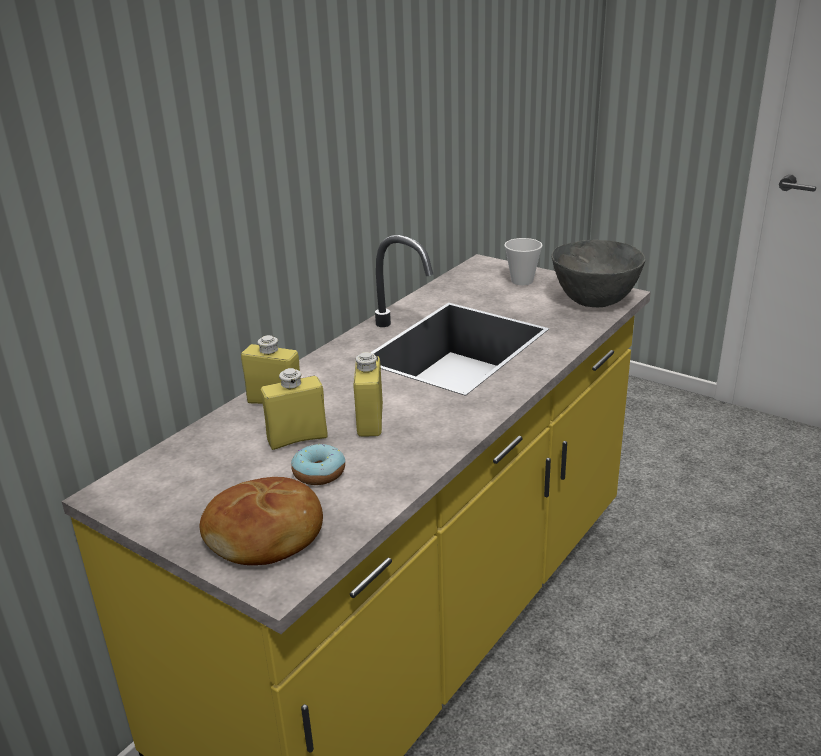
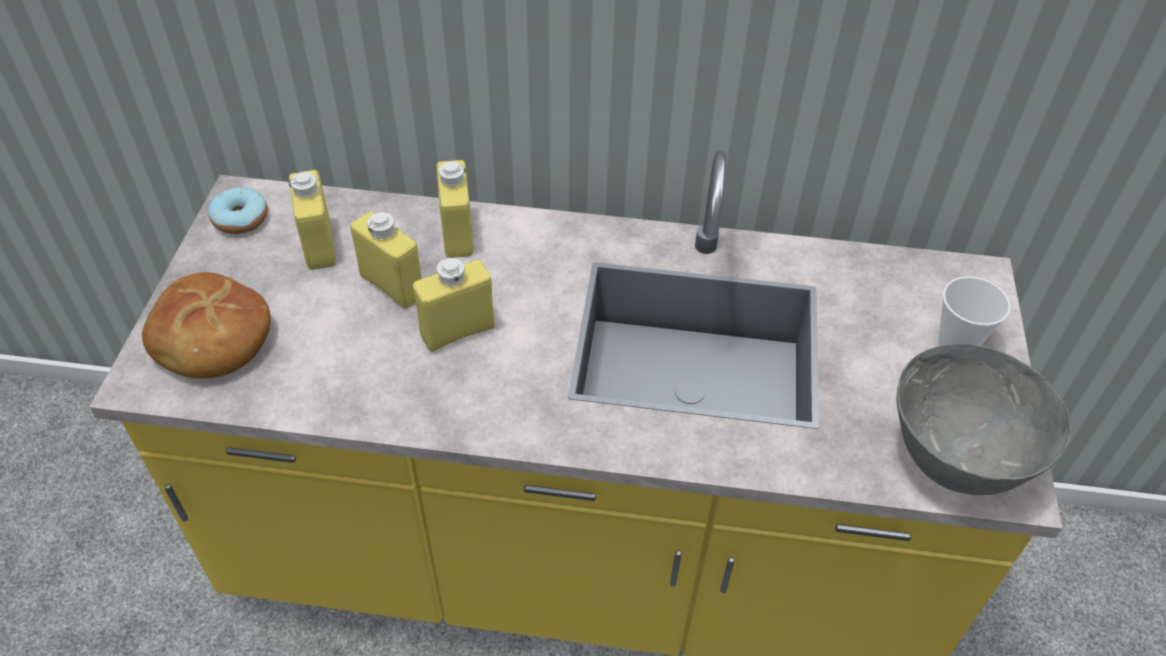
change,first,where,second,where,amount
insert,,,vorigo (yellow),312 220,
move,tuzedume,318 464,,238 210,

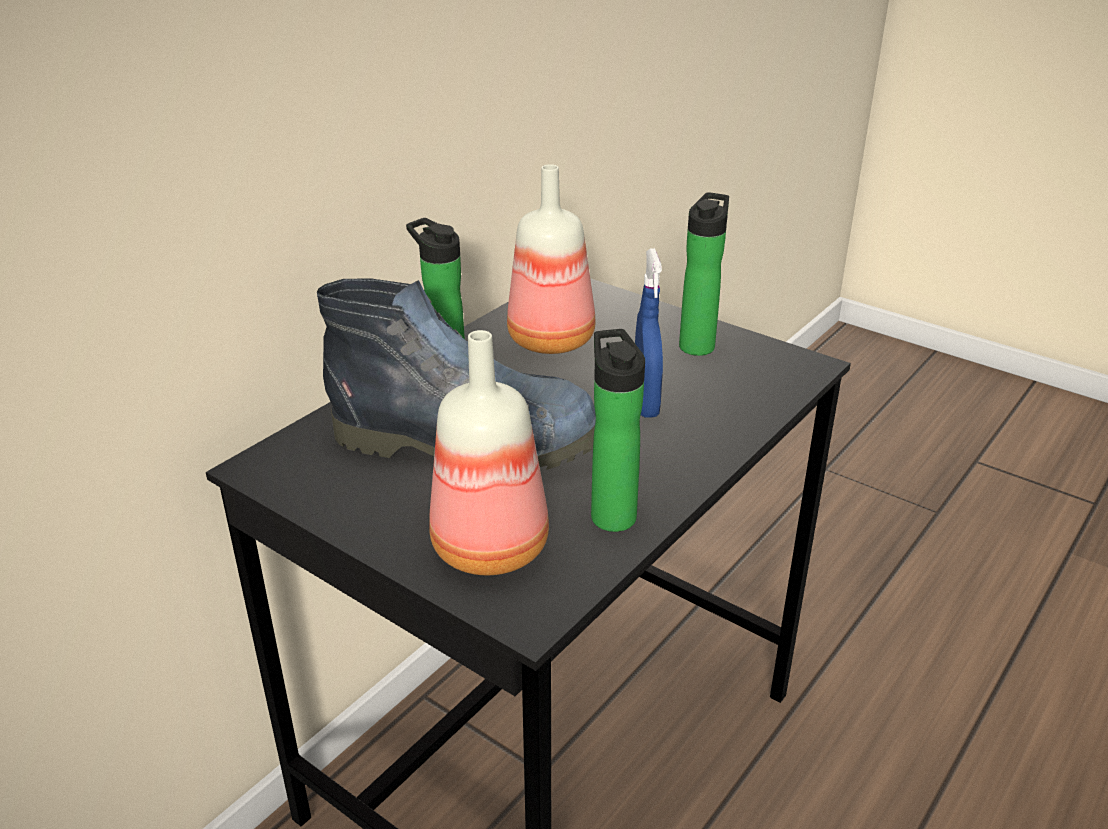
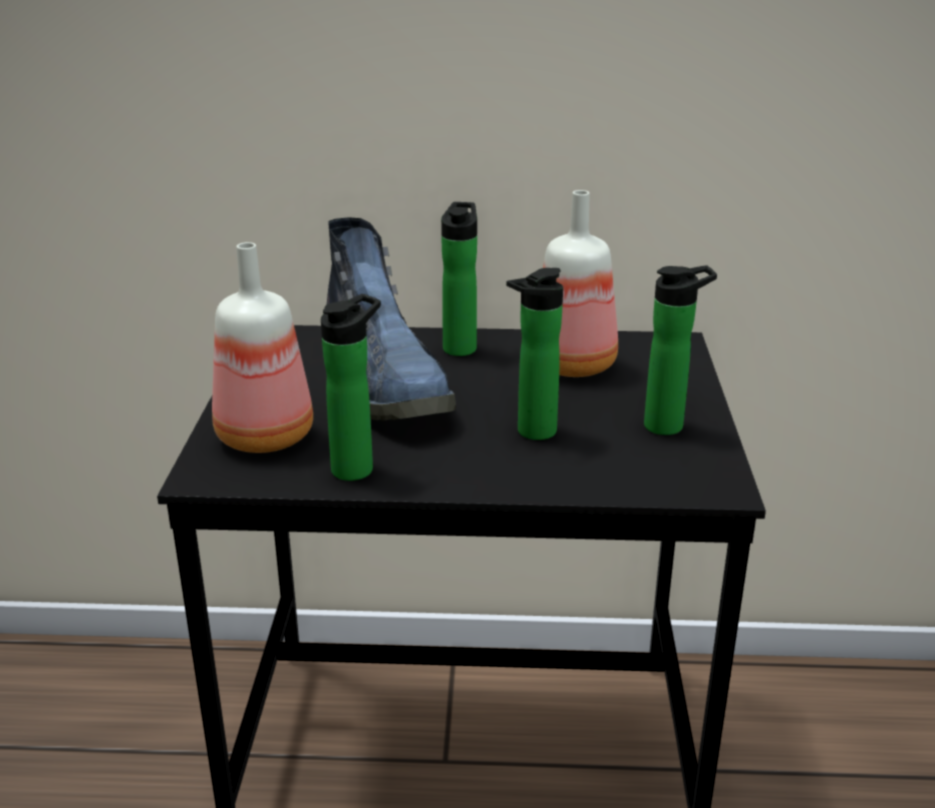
change,first,where,second,where,amount
replace,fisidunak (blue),649 333,vorigo,534 354,

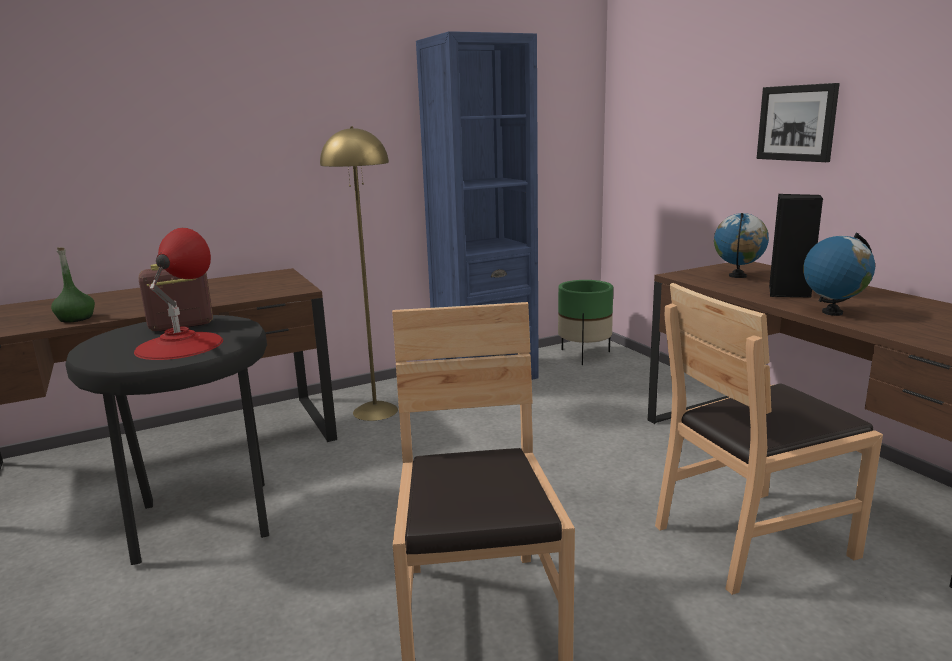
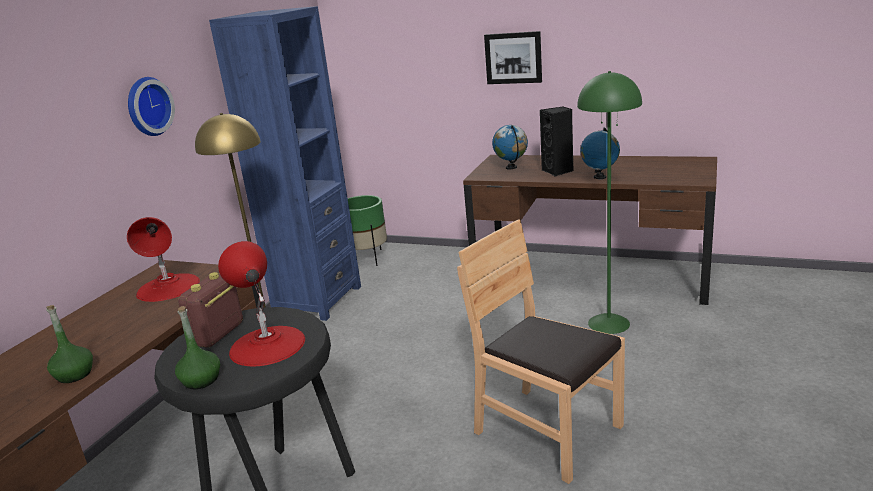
change,first,where,second,where,amount
insert,,,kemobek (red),163 259,
insert,,,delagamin,151 106,
insert,,,vorigo (green),197 347,
replace,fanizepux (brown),769 439,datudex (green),609 202,

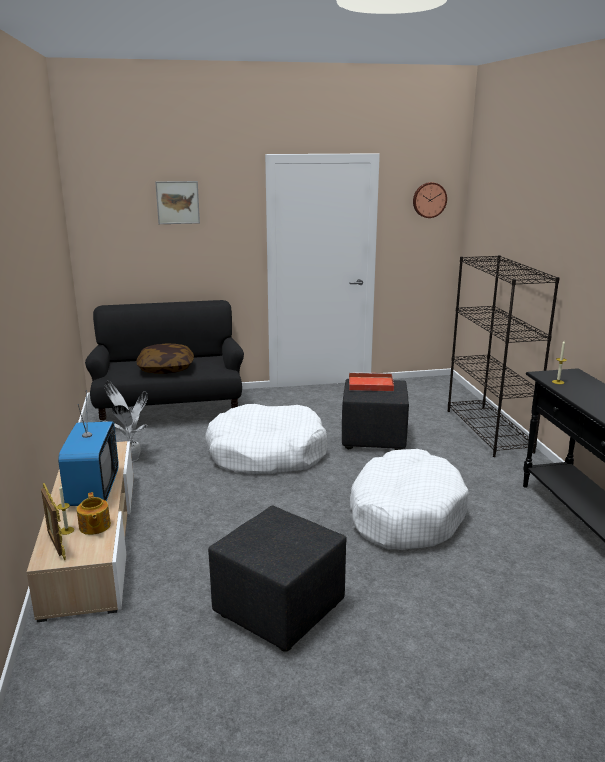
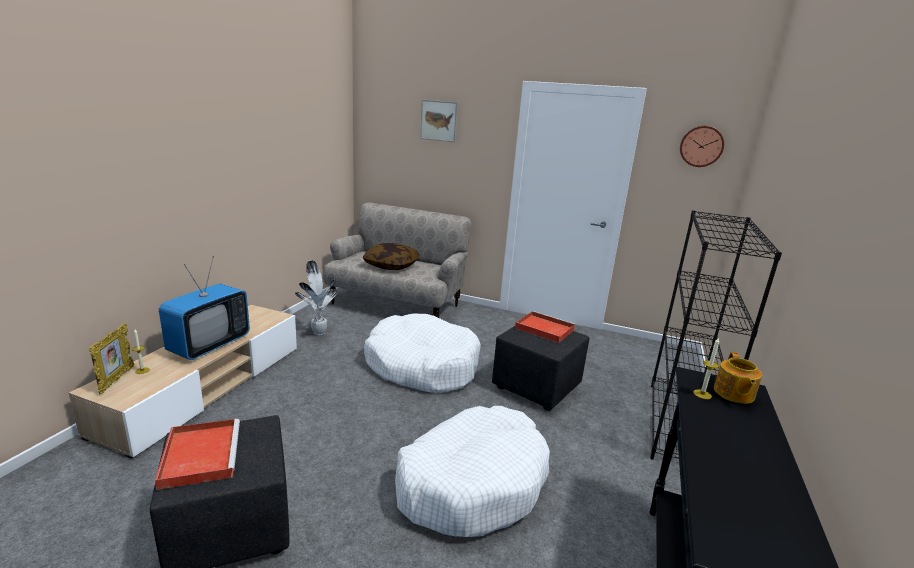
change,first,where,second,where,amount
insert,,,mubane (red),197 454,
move,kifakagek,94 513,,738 378,
recolor,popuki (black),164 360,popuki (beige),397 260,

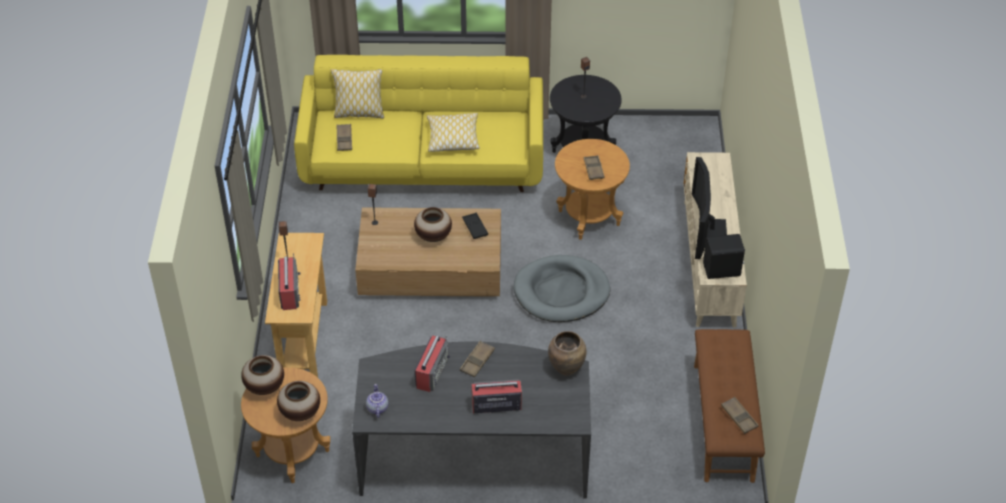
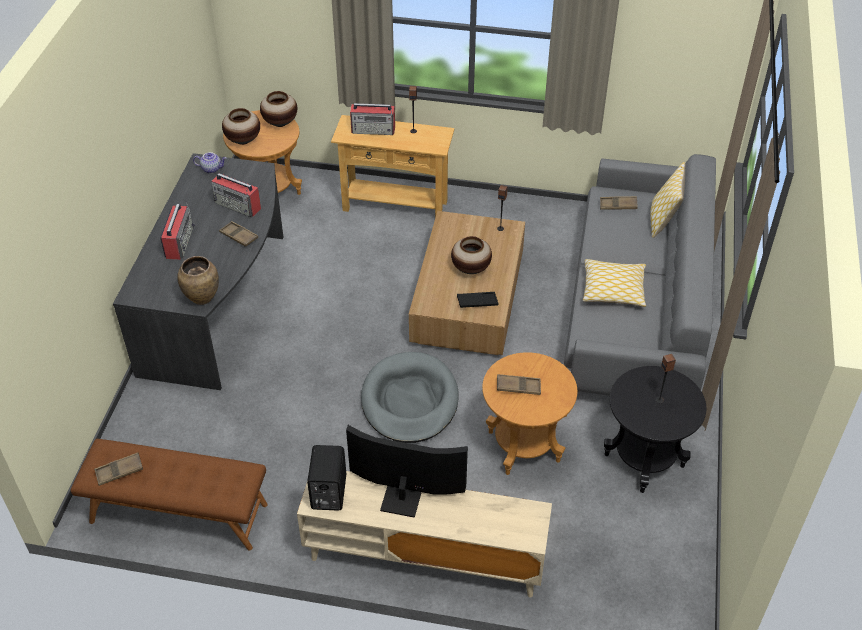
change,first,where,second,where,amount
recolor,popuki (yellow),418 123,popuki (grey),640 275,

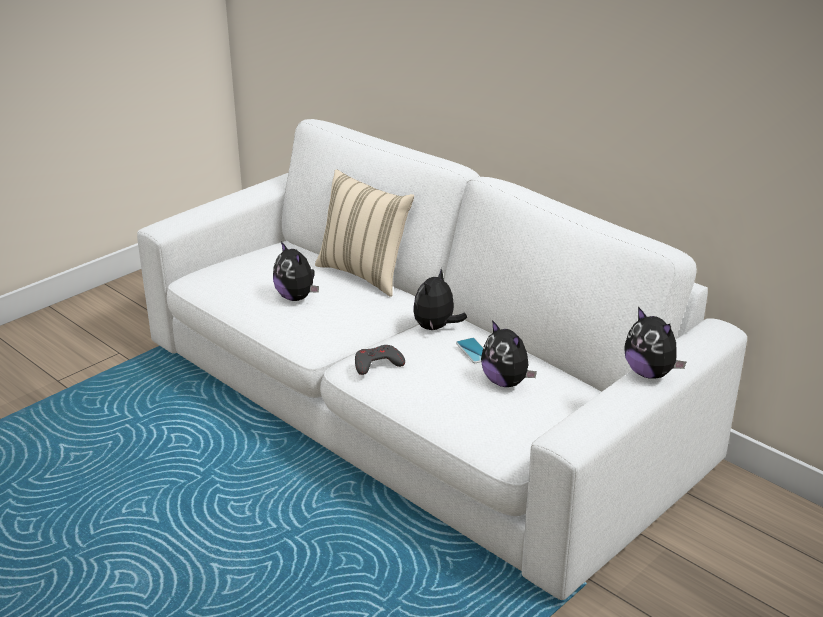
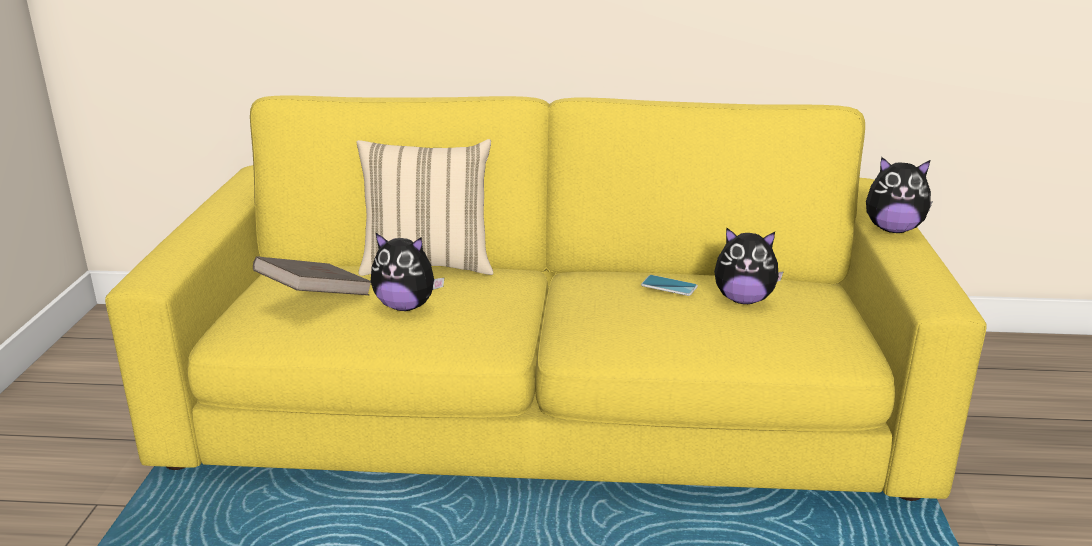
change,first,where,second,where,amount
delete,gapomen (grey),380 360,,,
delete,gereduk,440 300,,,
insert,,,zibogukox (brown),312 275,
recolor,popuki (white),442 359,popuki (yellow),545 298,

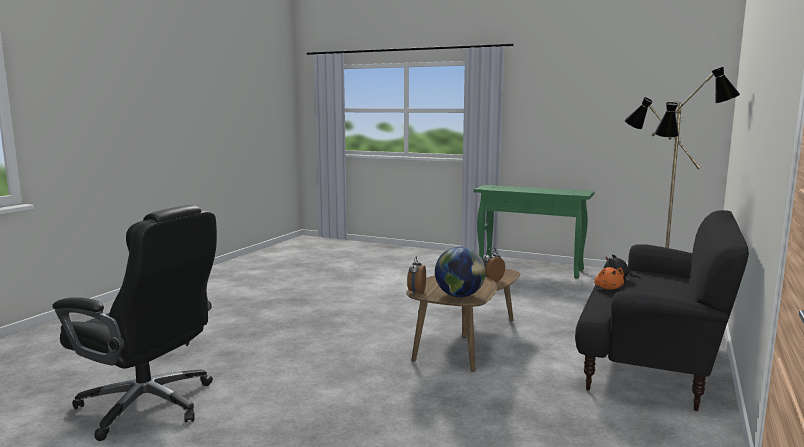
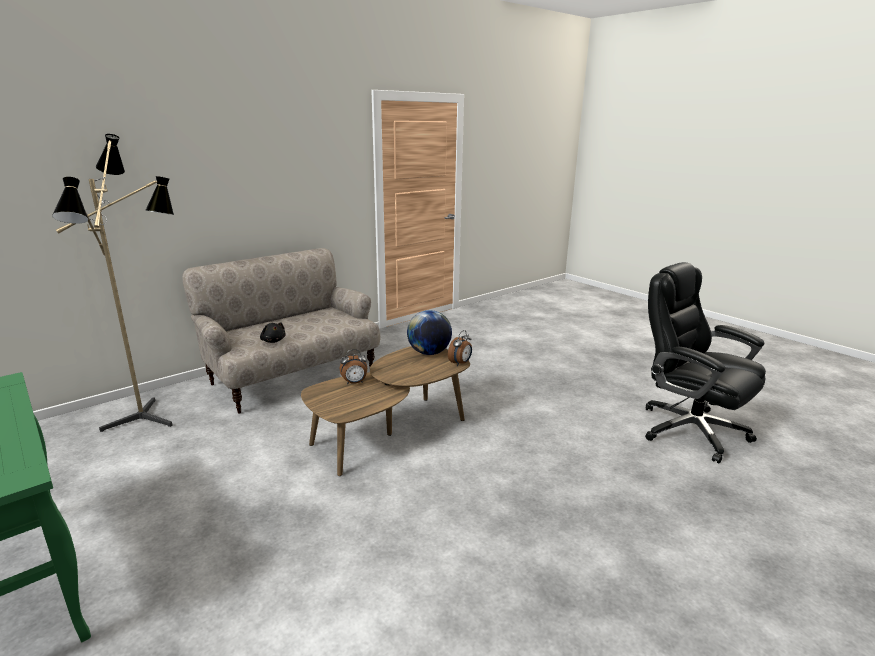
change,first,where,second,where,amount
delete,gereduk (orange),609 278,,,
recolor,popuki (black),662 310,popuki (beige),281 331,

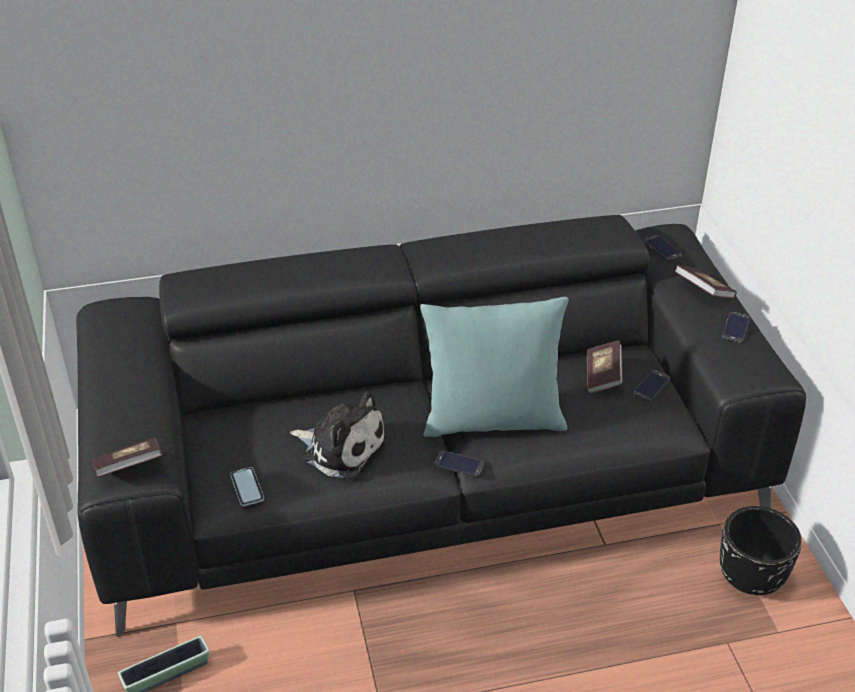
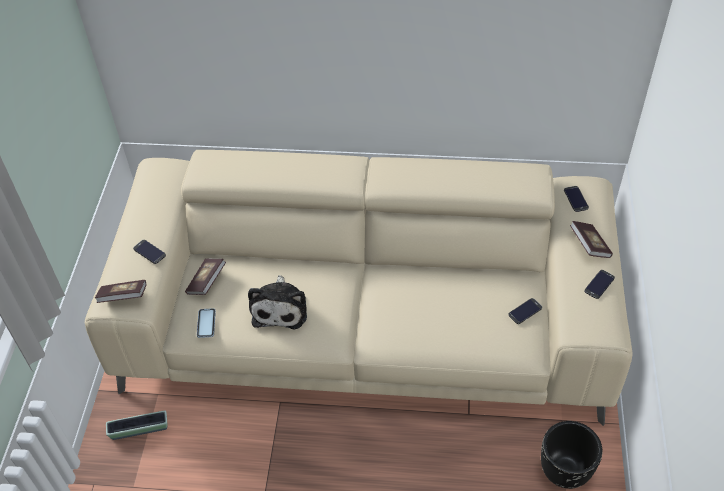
change,first,where,second,where,amount
delete,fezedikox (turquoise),494 367,,,
move,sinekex,459 464,,149 252,
move,zibogukox,605 367,,205 277,
recolor,popuki (black),441 426,popuki (beige),358 288,
rotate,gereduk,339 435,,277 302,45 degrees clockwise

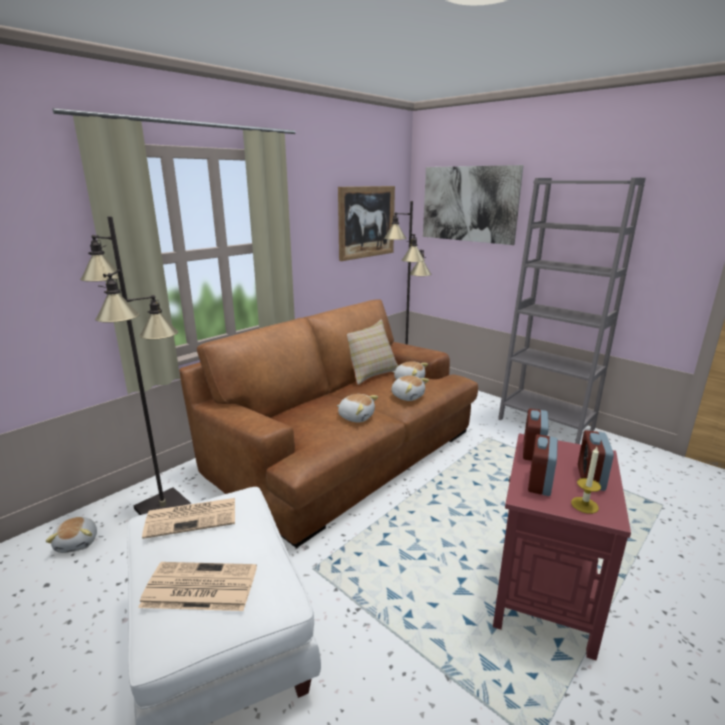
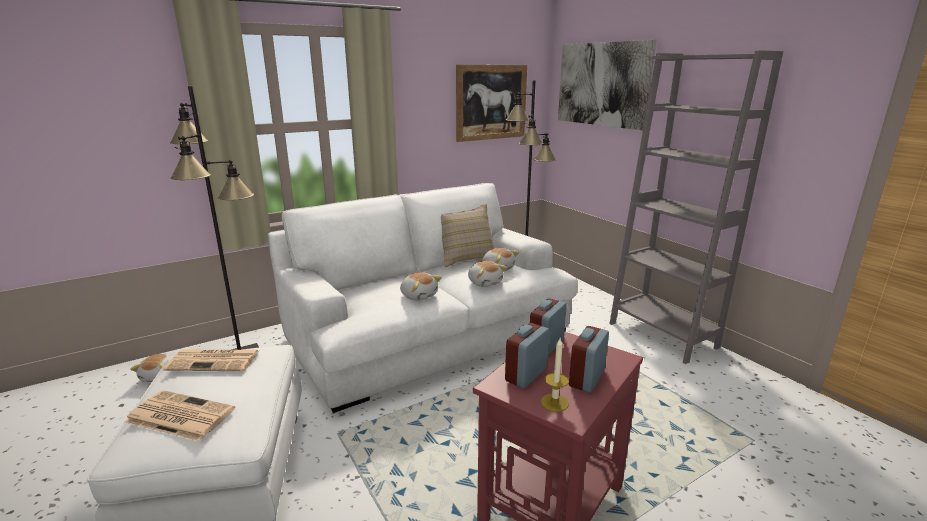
change,first,where,second,where,amount
recolor,popuki (brown),328 423,popuki (white),423 298,

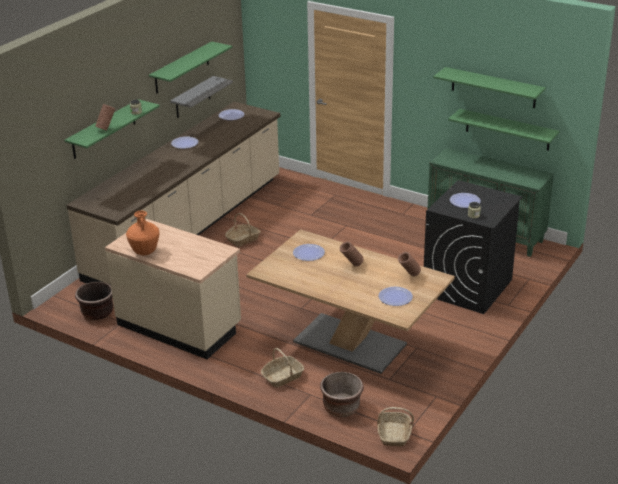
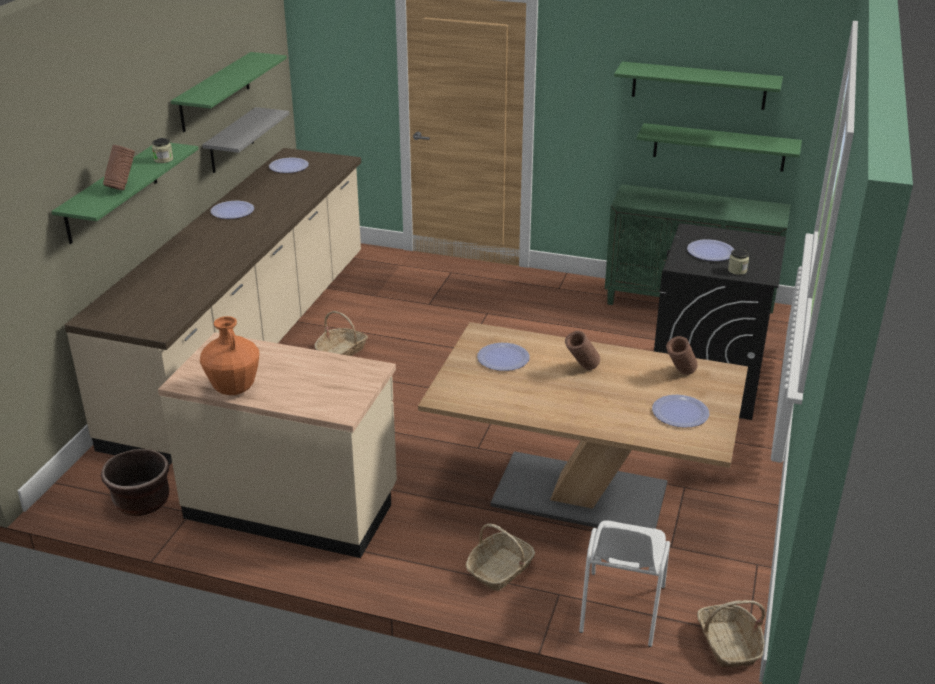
change,first,where,second,where,amount
replace,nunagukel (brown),342 394,fanizepux (white),624 583,

